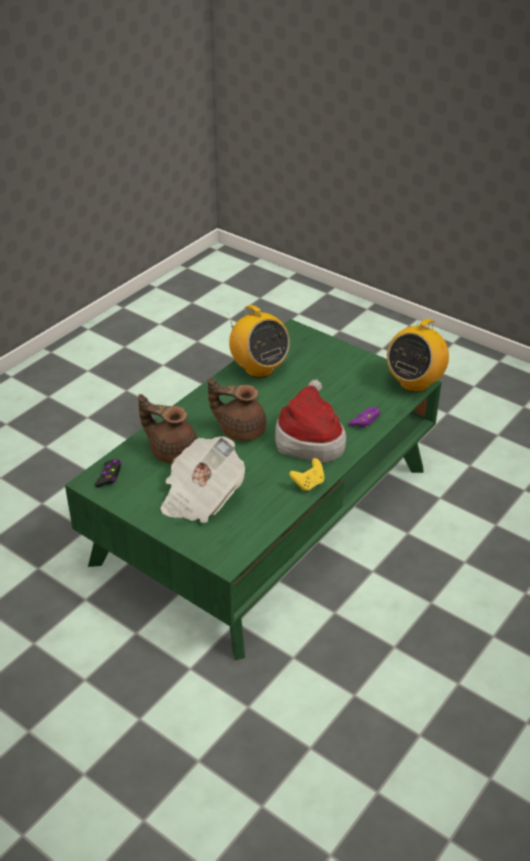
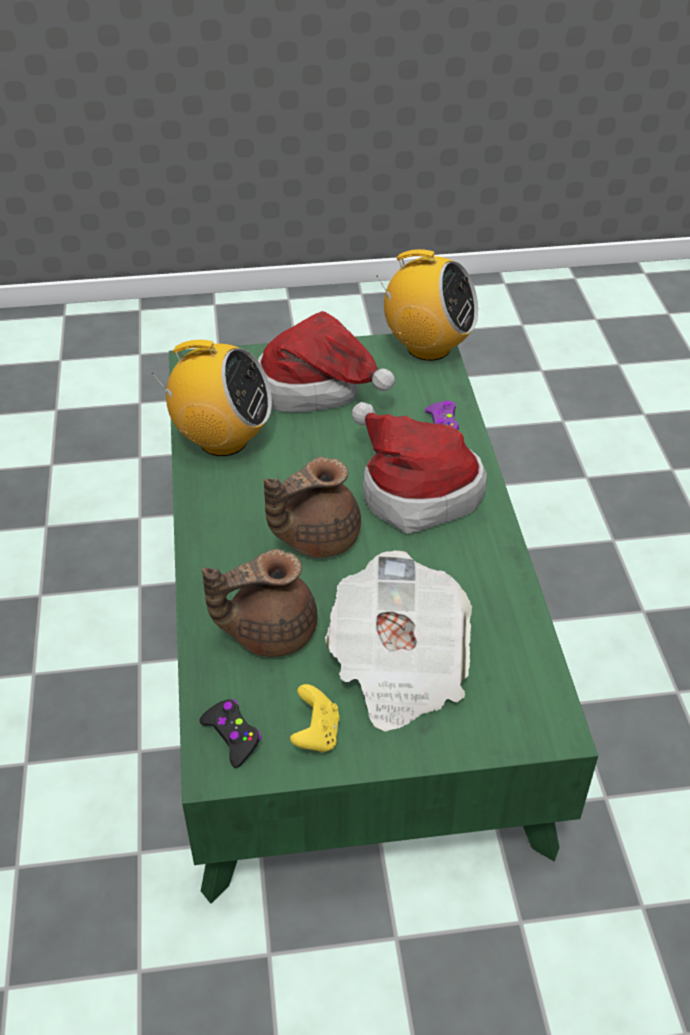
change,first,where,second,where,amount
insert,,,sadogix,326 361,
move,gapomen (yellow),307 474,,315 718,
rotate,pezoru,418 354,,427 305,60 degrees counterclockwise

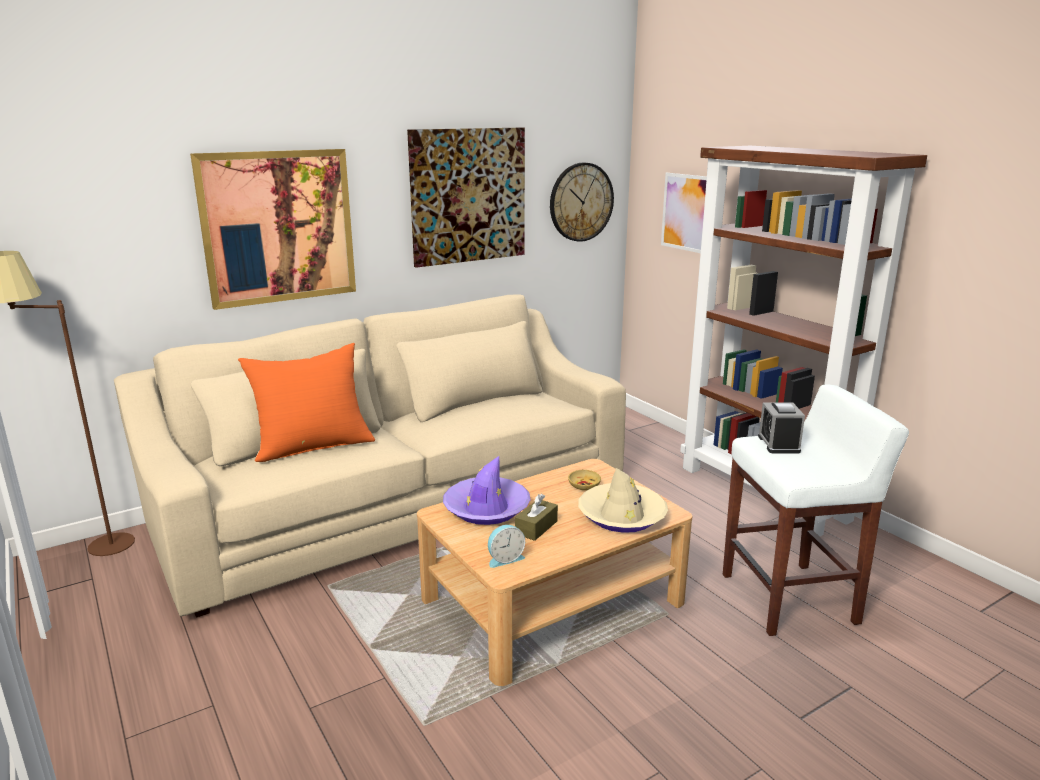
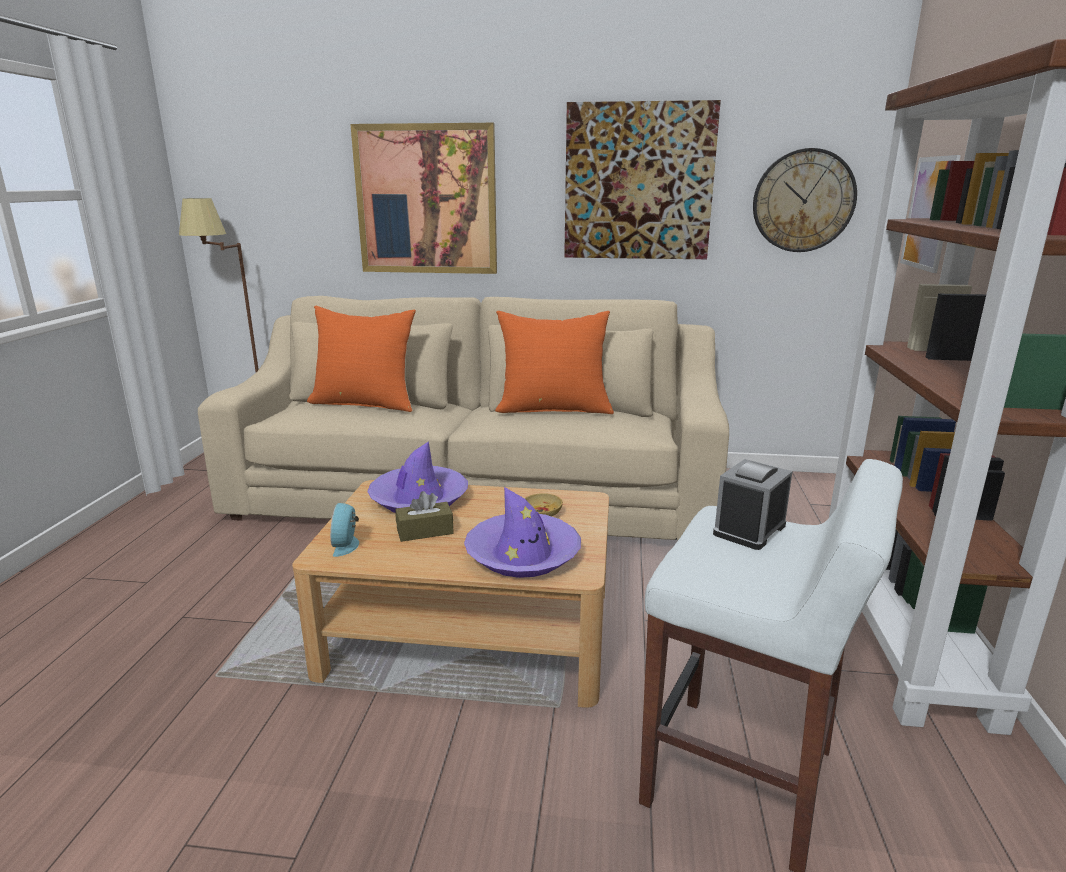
change,first,where,second,where,amount
insert,,,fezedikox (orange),554 362,
recolor,sadogix (beige),623 500,sadogix (purple),522 532,
rotate,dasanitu,506 546,,344 530,75 degrees clockwise

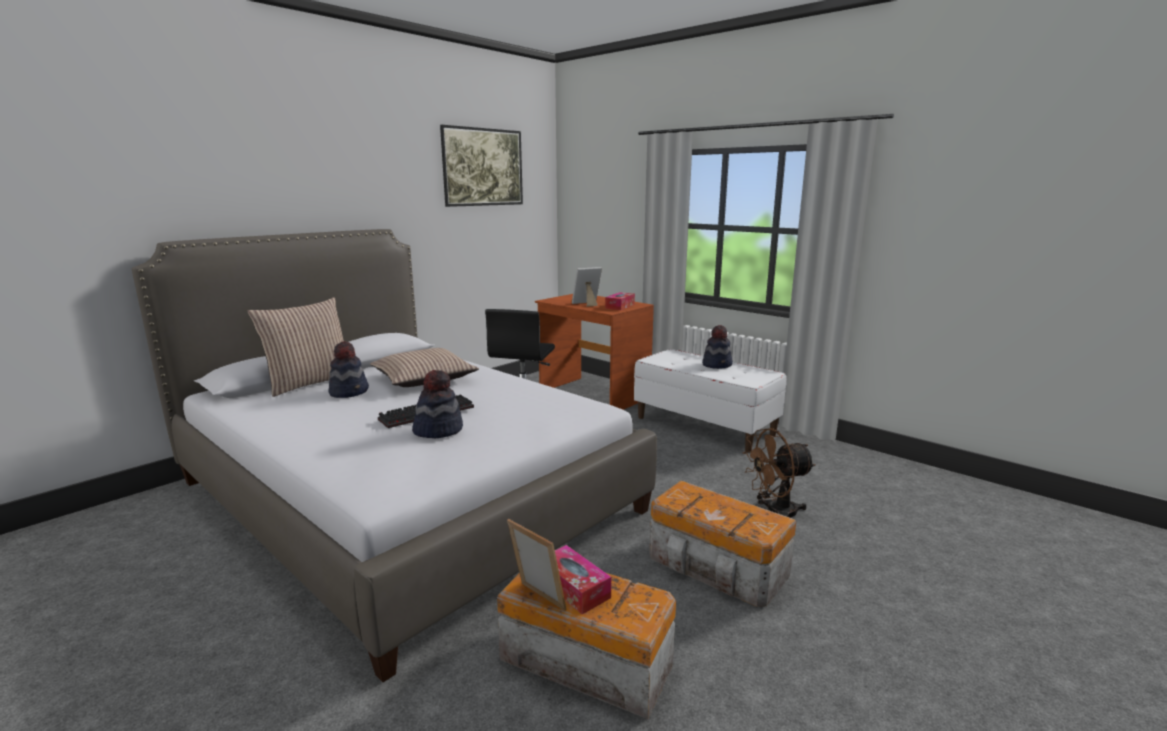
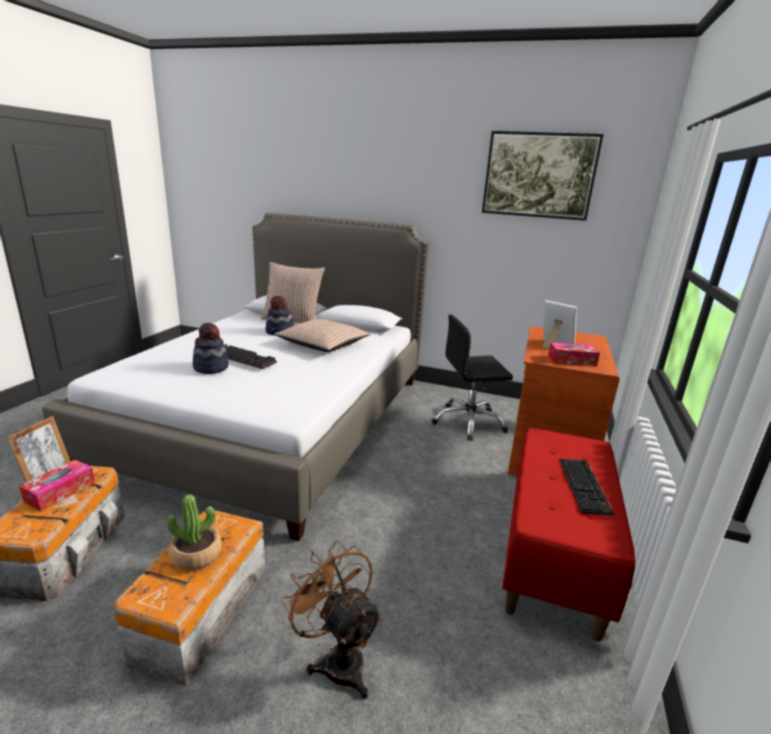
change,first,where,second,where,amount
insert,,,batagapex,194 532,
replace,sadogix,717 347,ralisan,587 487,
recolor,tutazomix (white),710 401,tutazomix (red),568 534,

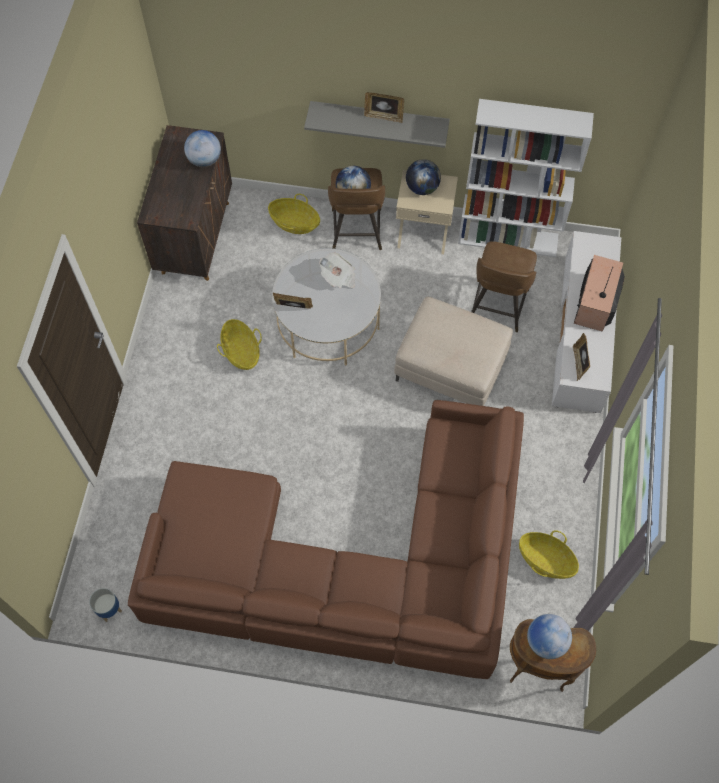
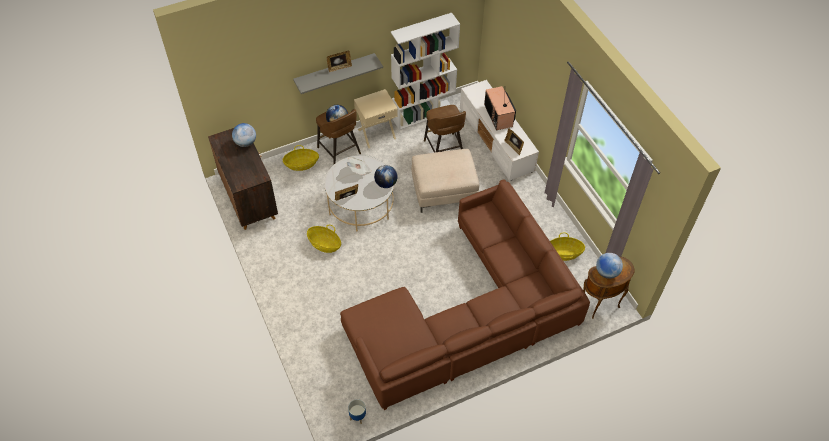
change,first,where,second,where,amount
move,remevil,423 177,,386 176,

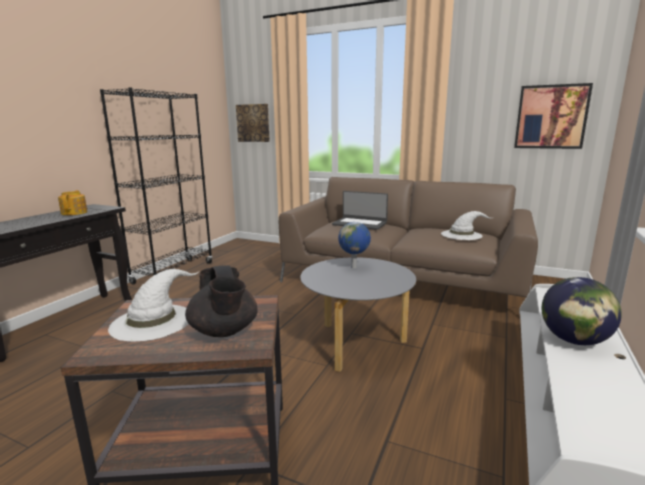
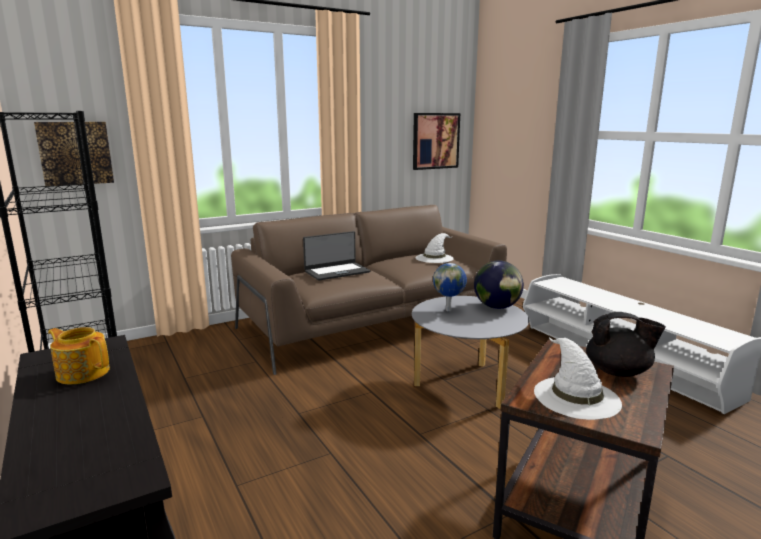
change,first,where,second,where,amount
move,remevil,582 311,,499 284,

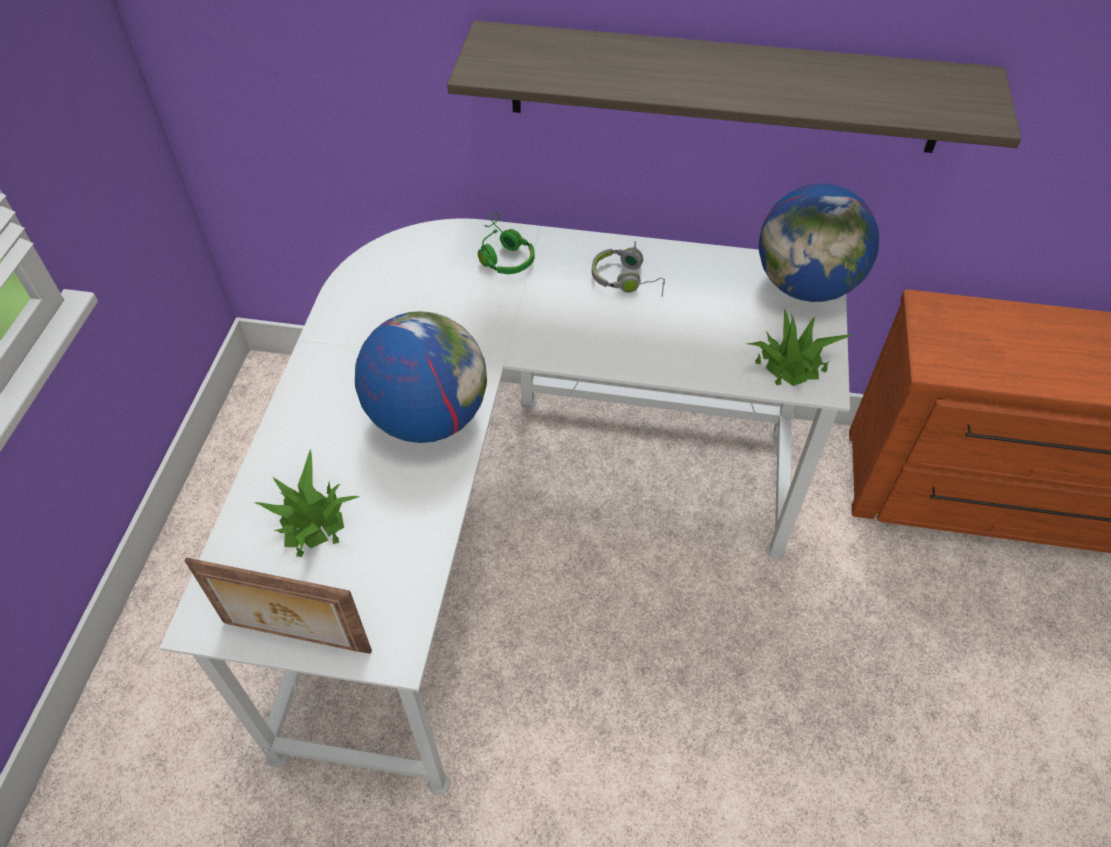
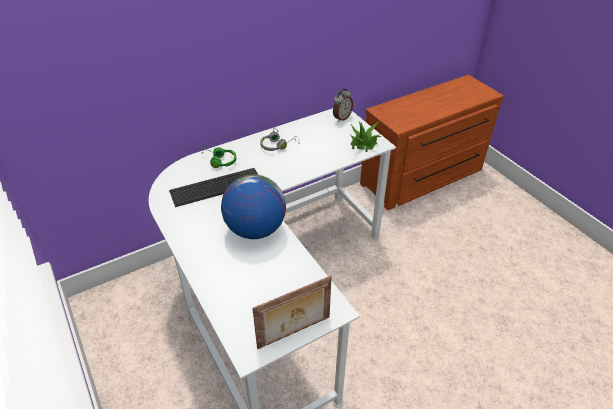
change,first,where,second,where,amount
delete,batagapex,306 503,,,
delete,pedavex,734 86,,,
insert,,,ralisan,213 187,
replace,remevil,819 243,dasanitu,343 105,

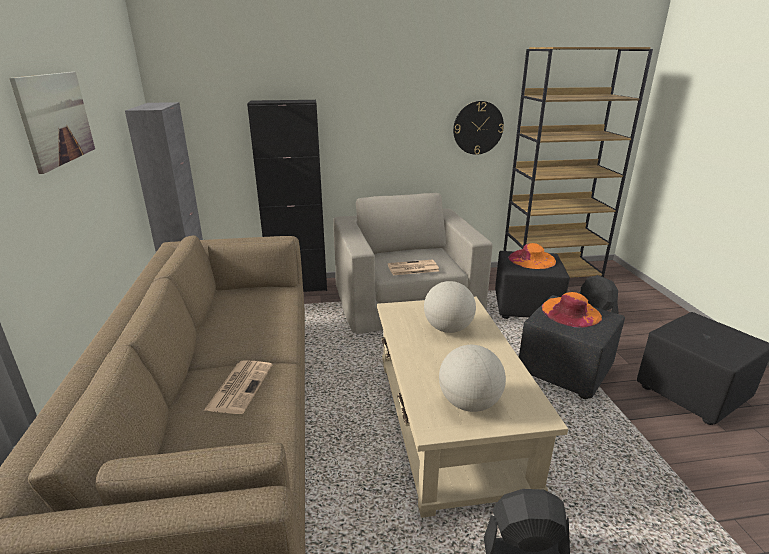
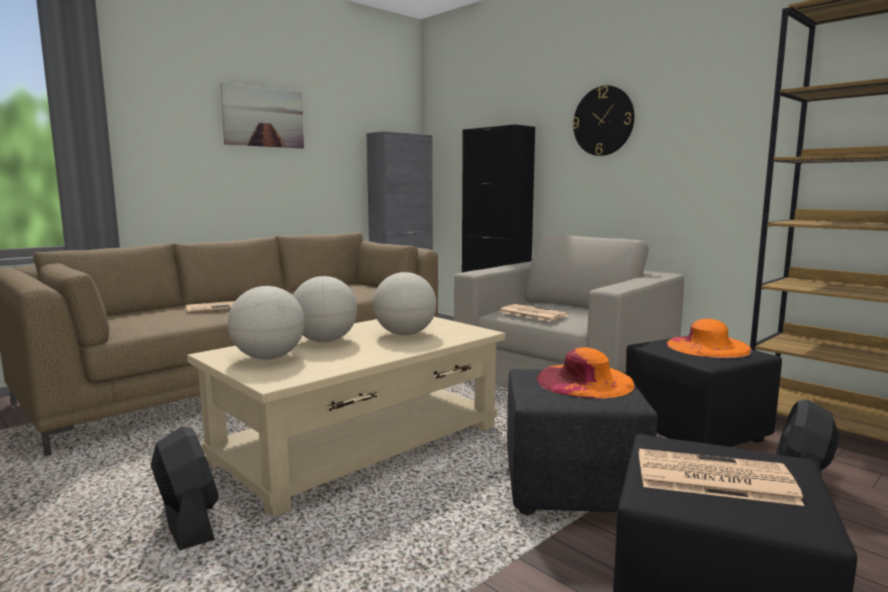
change,first,where,second,where,amount
insert,,,remevil,325 309,
insert,,,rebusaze,721 477,
move,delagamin,478 128,,603 120,

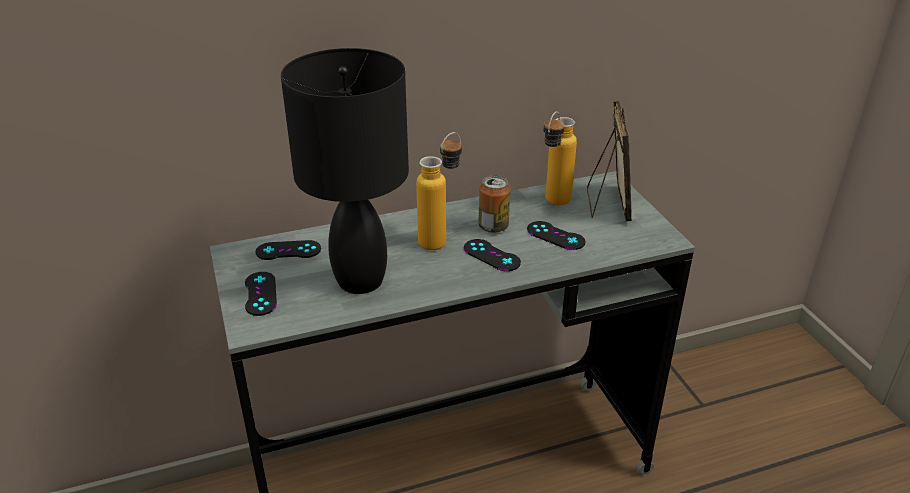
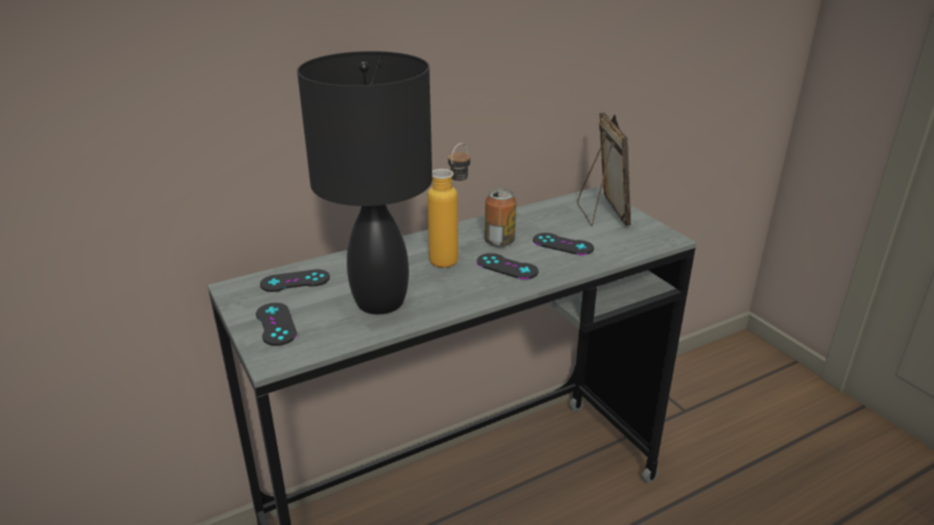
change,first,where,second,where,amount
delete,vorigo,560 158,,,

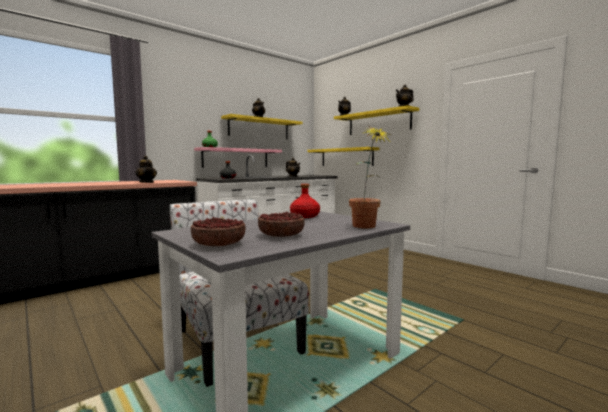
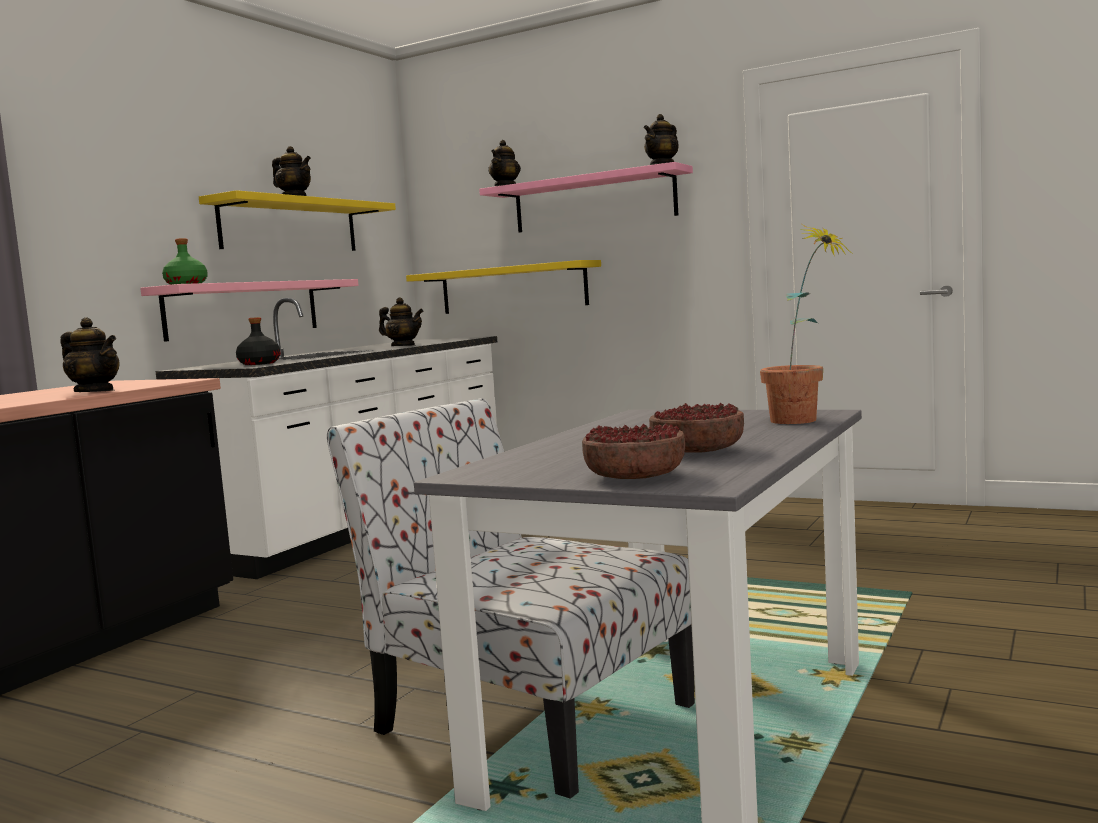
change,first,where,second,where,amount
delete,vorigo (red),305 201,,,
recolor,pedavex (yellow),376 120,pedavex (pink),586 197,

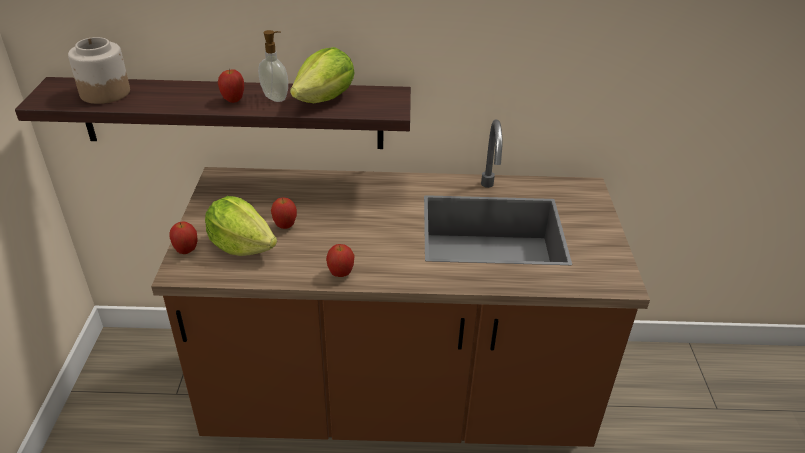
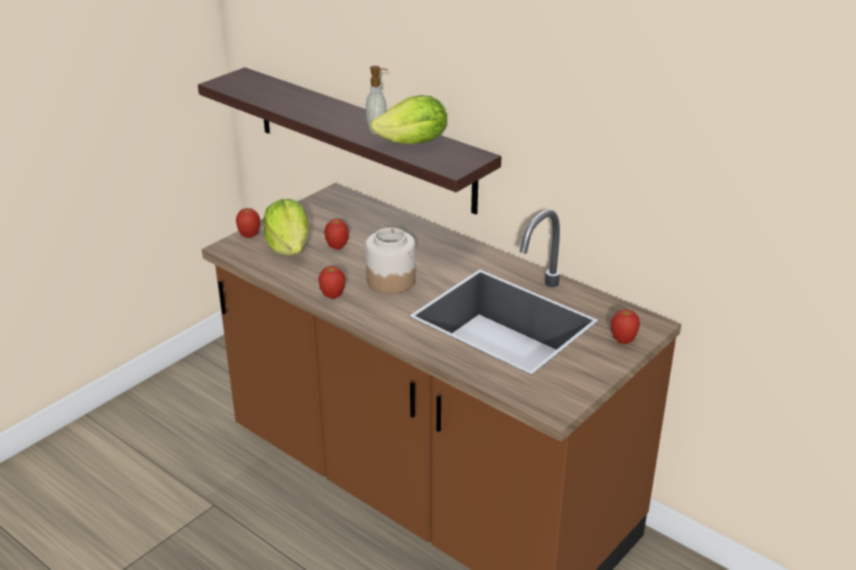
change,first,where,second,where,amount
move,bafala,99 70,,390 261,
move,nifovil,231 86,,625 326,

